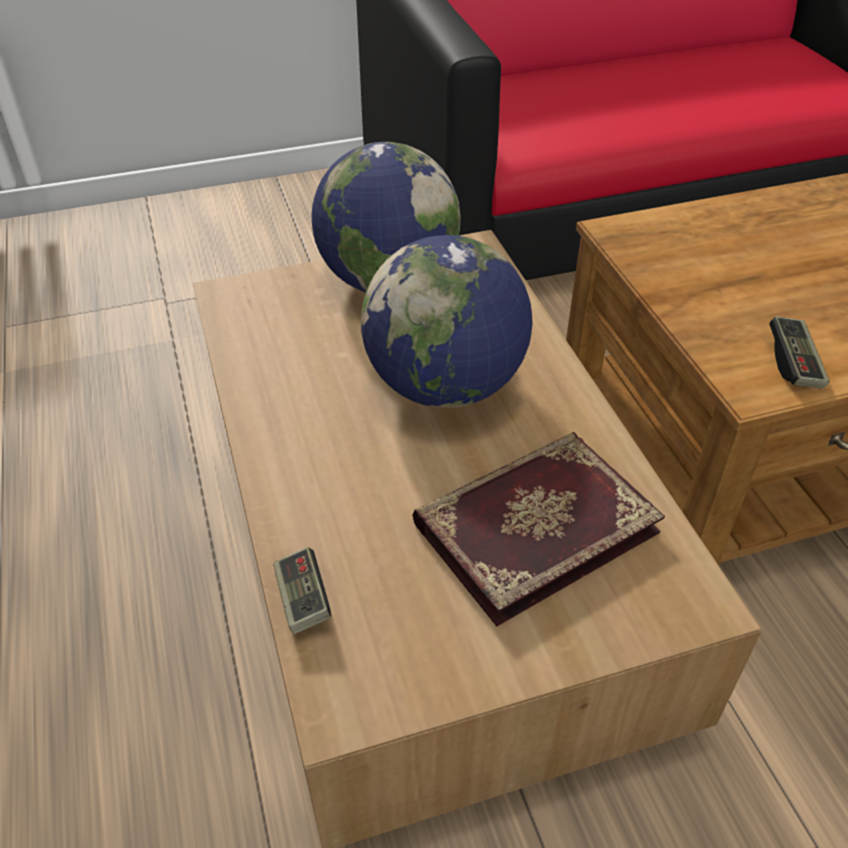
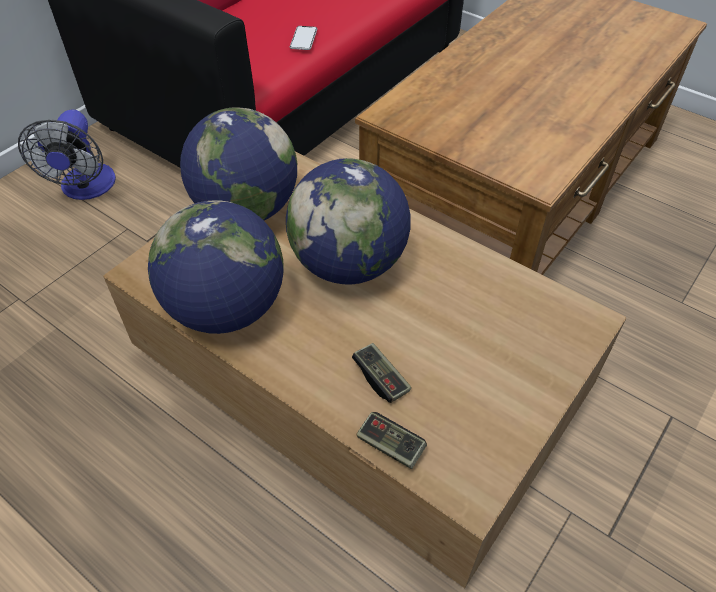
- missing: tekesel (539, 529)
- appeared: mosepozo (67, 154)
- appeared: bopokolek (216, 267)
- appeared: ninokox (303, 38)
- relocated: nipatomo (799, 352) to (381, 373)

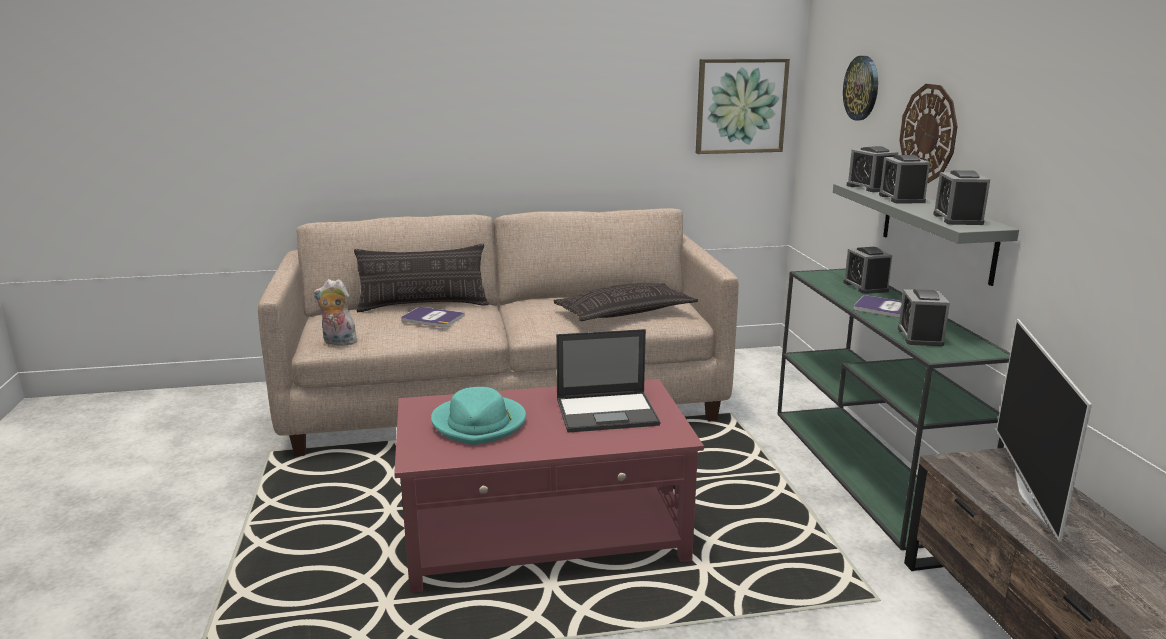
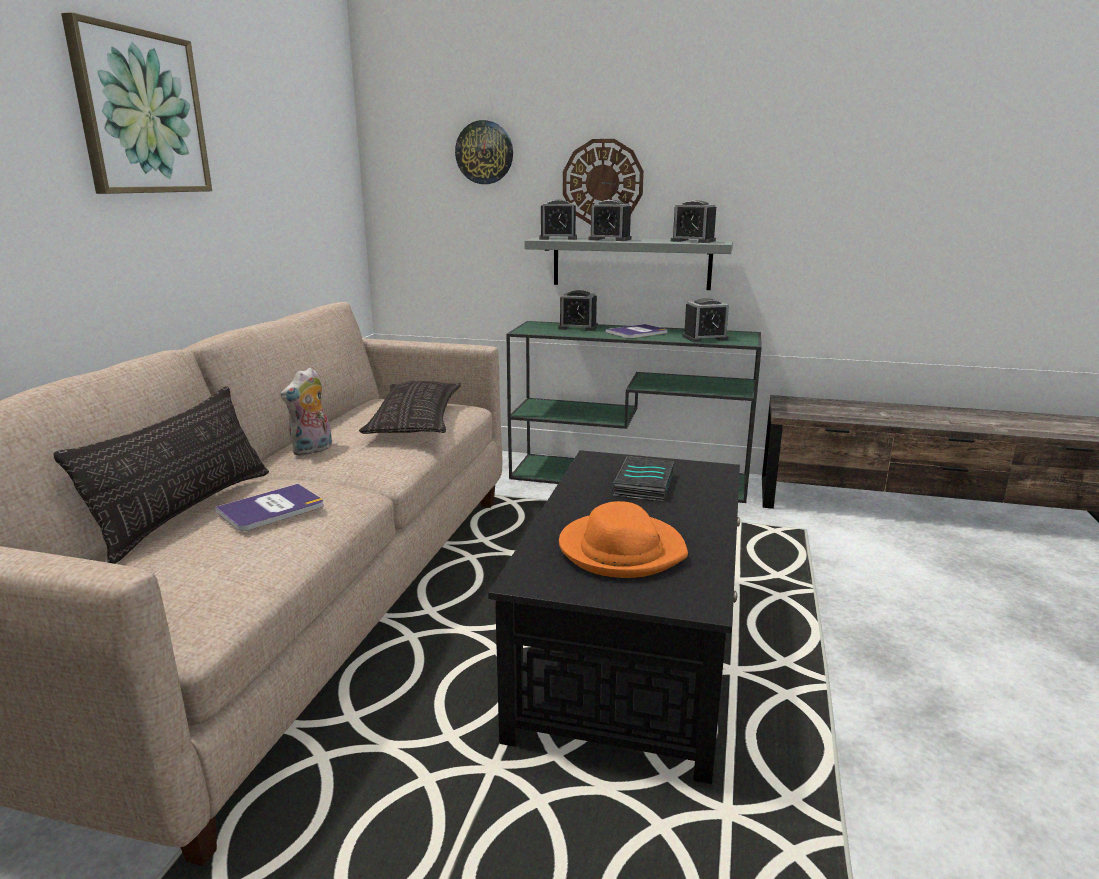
- missing: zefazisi (1044, 430)
- relocated: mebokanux (336, 312) to (306, 411)
- relocated: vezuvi (743, 106) to (136, 103)
- exchanged: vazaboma (608, 381) to tekesel (643, 479)
- colour: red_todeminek (549, 486) to black_todeminek (614, 617)
- colour: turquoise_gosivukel (478, 416) to orange_gosivukel (623, 539)
- spun: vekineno (924, 317) = (705, 320) 45 degrees counterclockwise

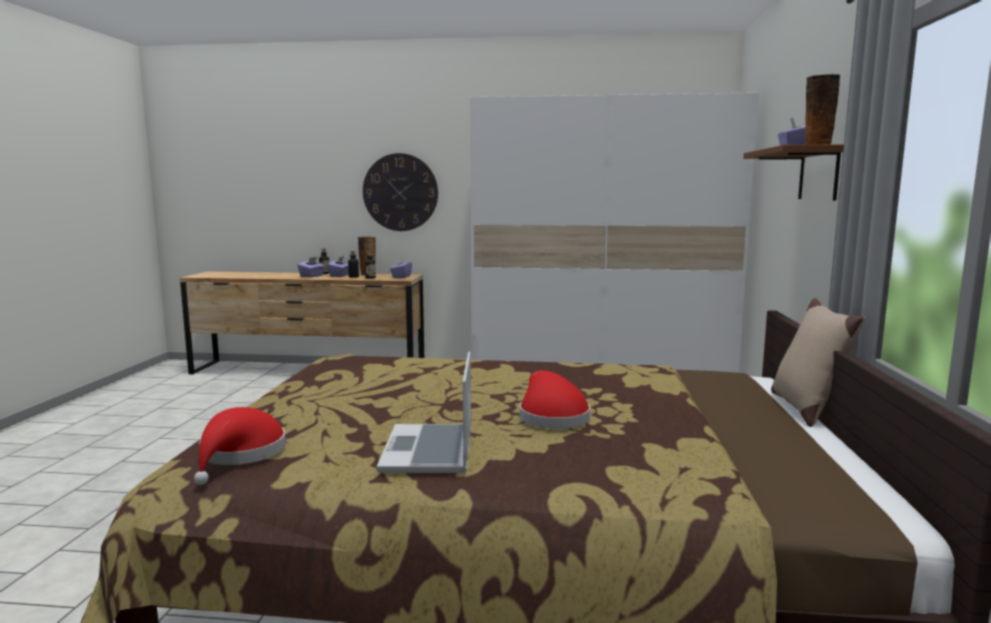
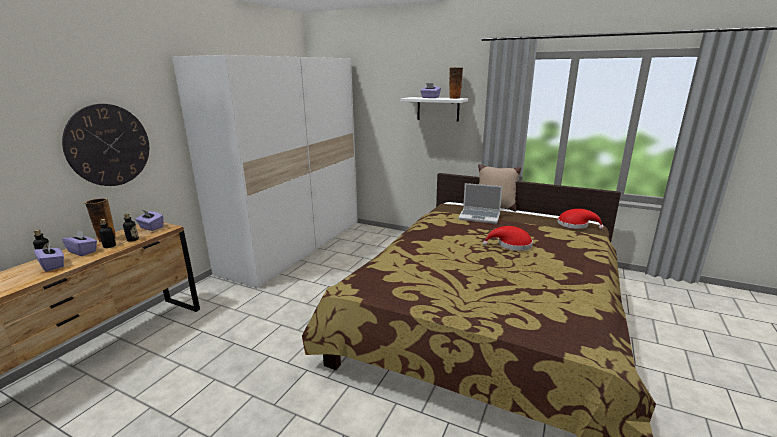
- relocated: red_gosivukel (240, 446) to (580, 219)
- relocated: vazaboma (424, 412) to (480, 203)
- colour: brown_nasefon (793, 172) to white_nasefon (434, 109)

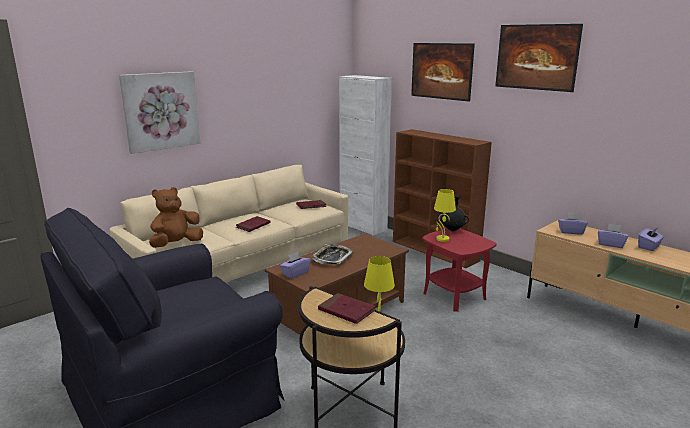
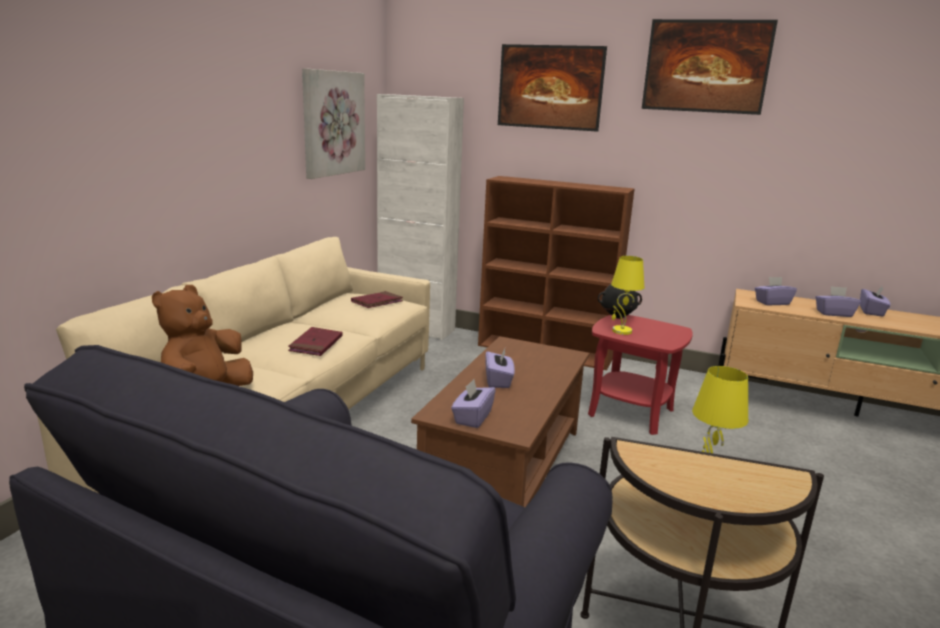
- missing: red_tekesel (346, 308)
- relocated: vezuvi (160, 112) to (333, 123)
- exchanged: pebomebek (332, 254) to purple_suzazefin (500, 368)

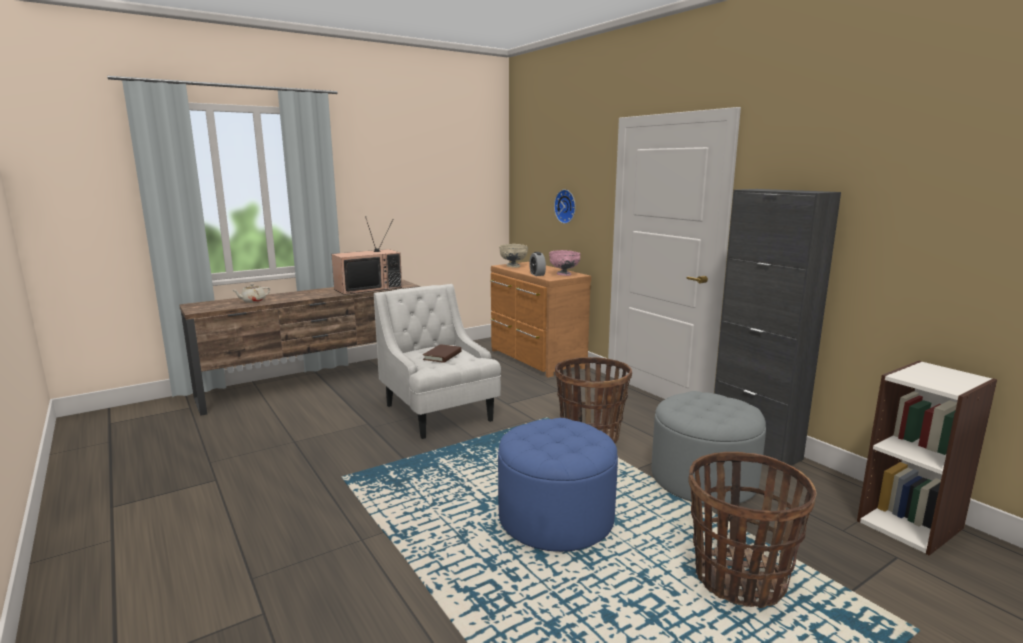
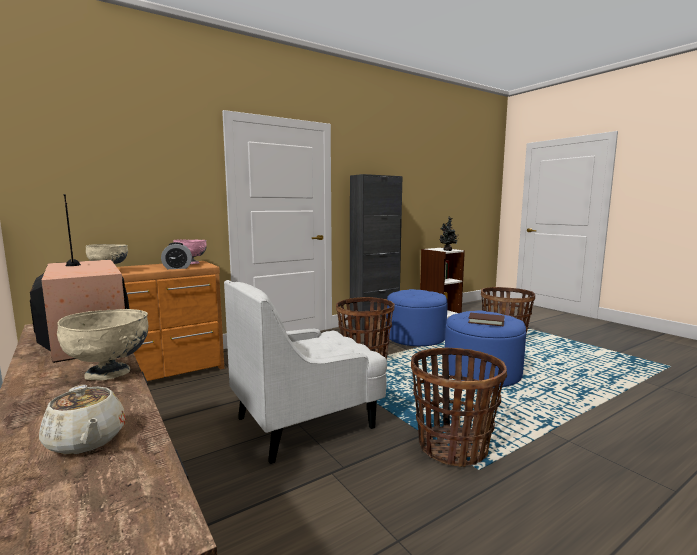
- missing: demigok (565, 206)
- appeared: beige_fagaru (102, 344)
- appeared: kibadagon (459, 407)
- appeared: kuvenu (448, 233)
- relocated: brown_tekesel (442, 353) to (486, 319)
- colour: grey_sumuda (709, 447) to blue_sumuda (417, 317)

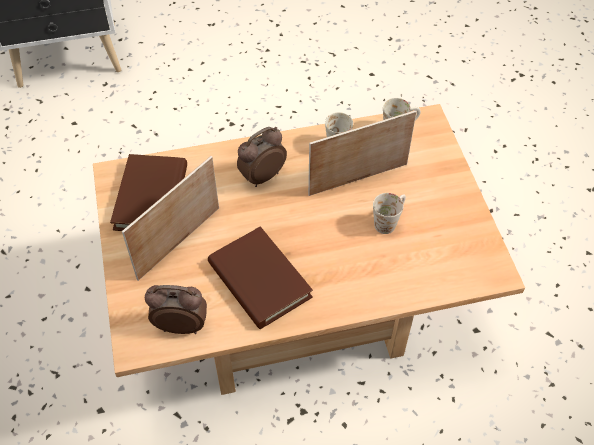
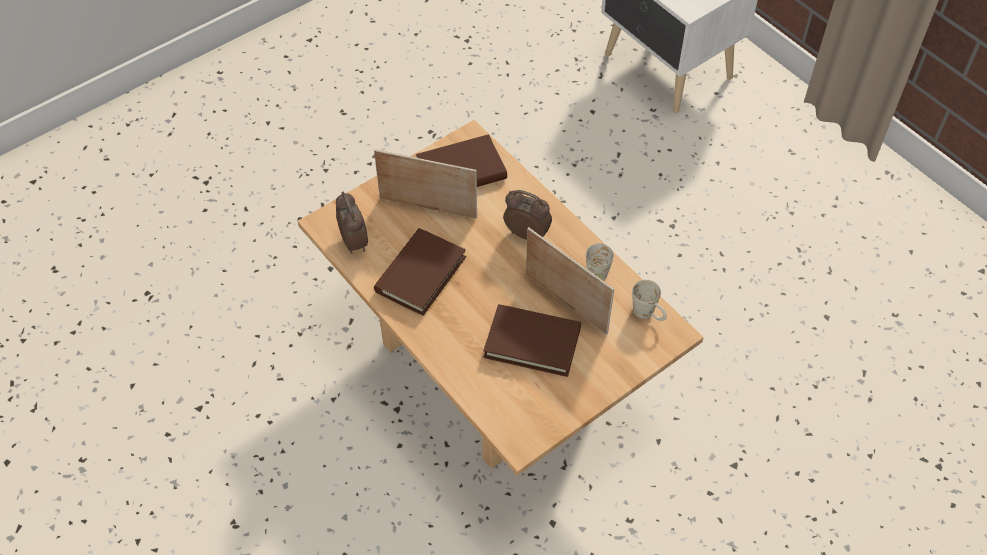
- exchanged: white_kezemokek (389, 213) to brown_tekesel (532, 340)

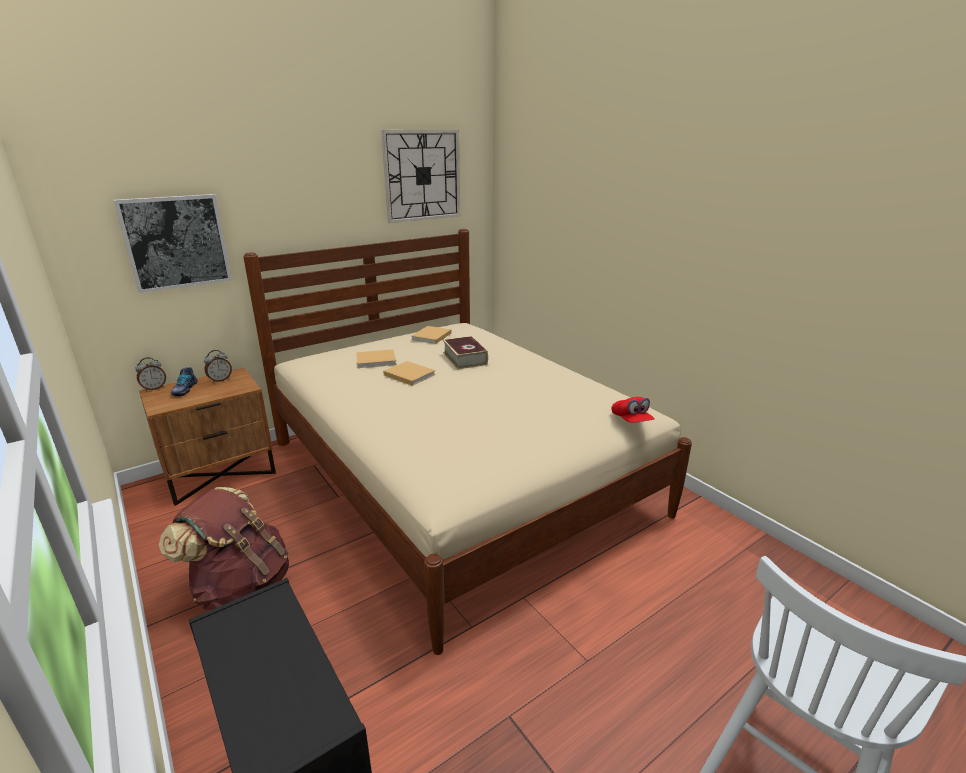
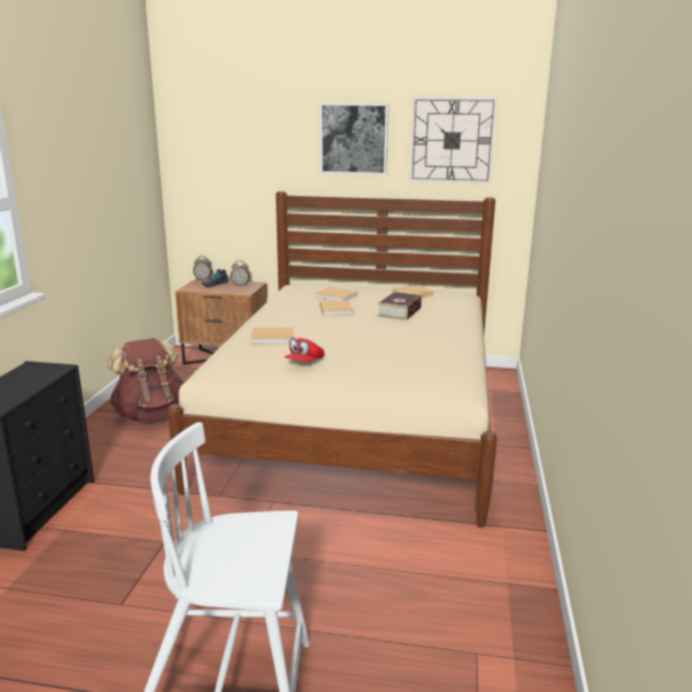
- appeared: beige_tekesel (272, 336)
- relocated: vezuvi (173, 243) to (354, 139)
- relocated: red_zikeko (633, 410) to (304, 350)

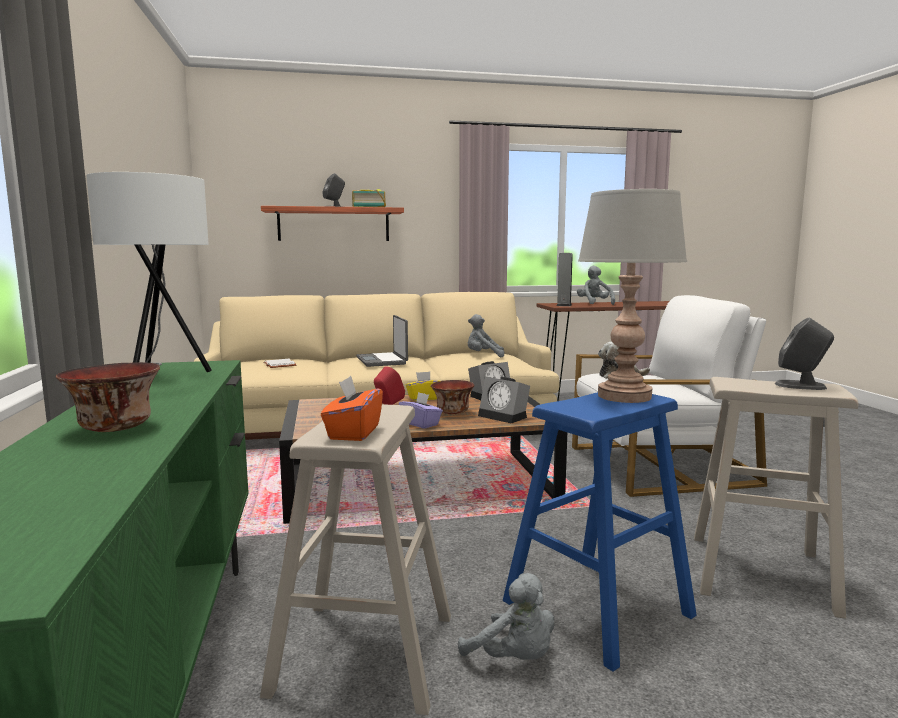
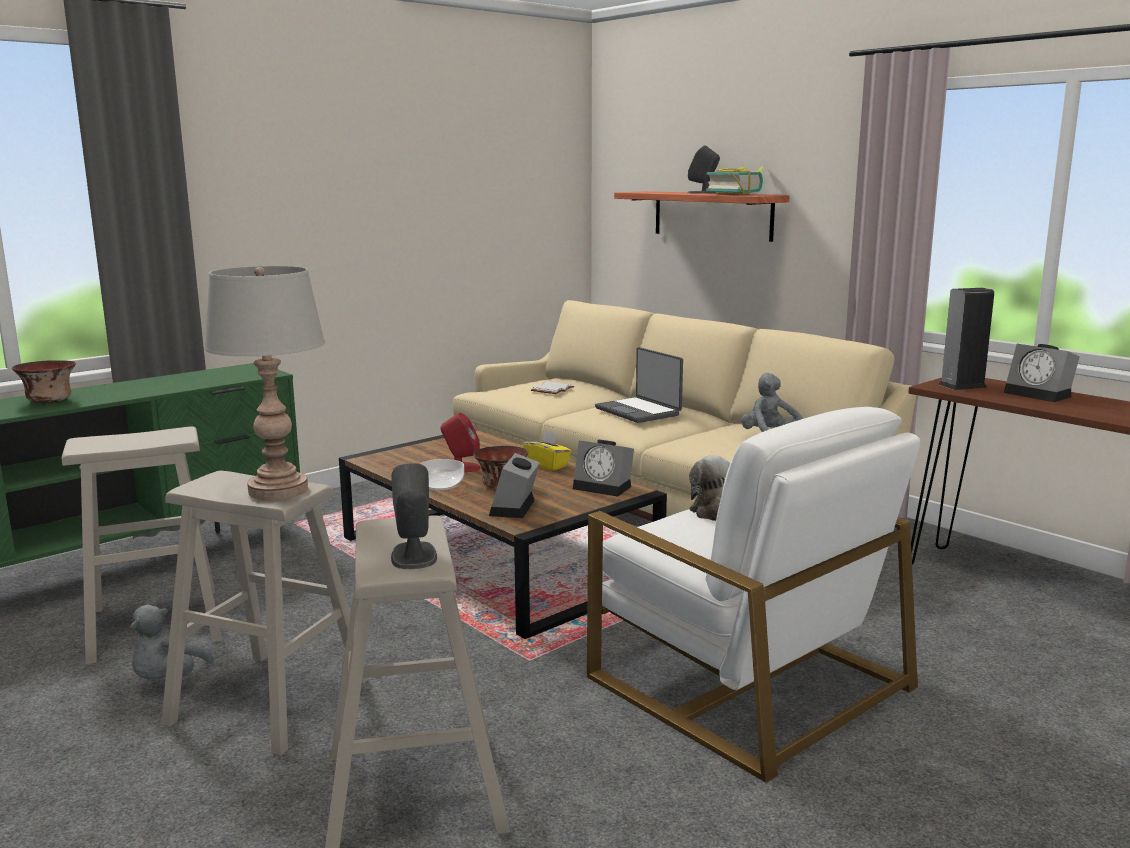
- missing: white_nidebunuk (149, 272)
- missing: orange_suzazefin (352, 408)
- exchanged: purple_suzazefin (421, 410) to fagaru (442, 474)
- exchanged: grey_mebokanux (596, 285) to vekineno (1041, 373)
- colour: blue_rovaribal (600, 532) to beige_rovaribal (265, 613)
- spun: vazaboma (382, 341) = (639, 385) 75 degrees counterclockwise

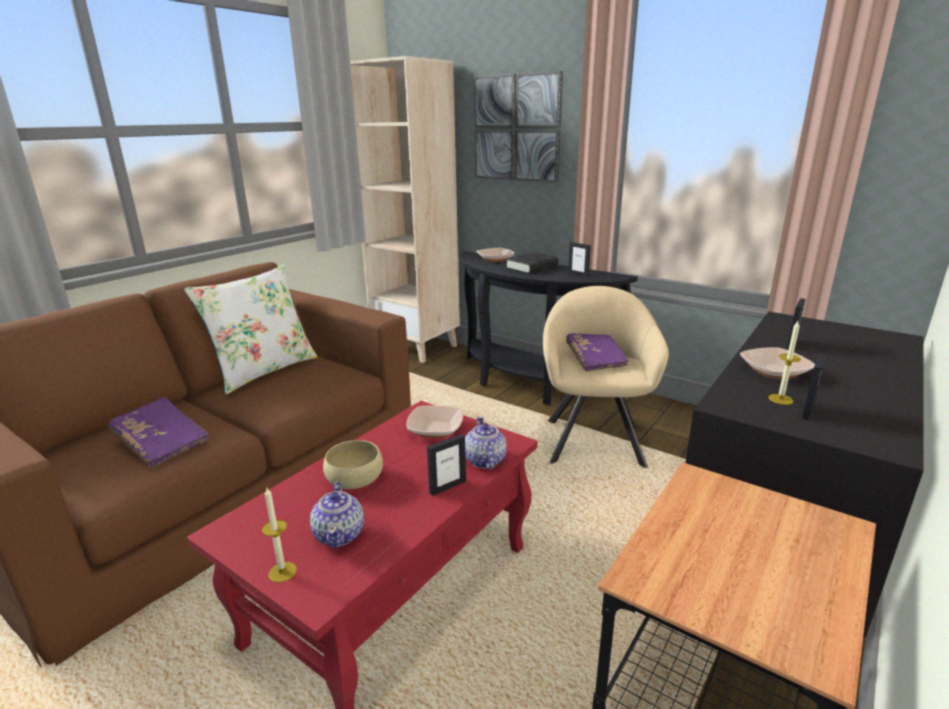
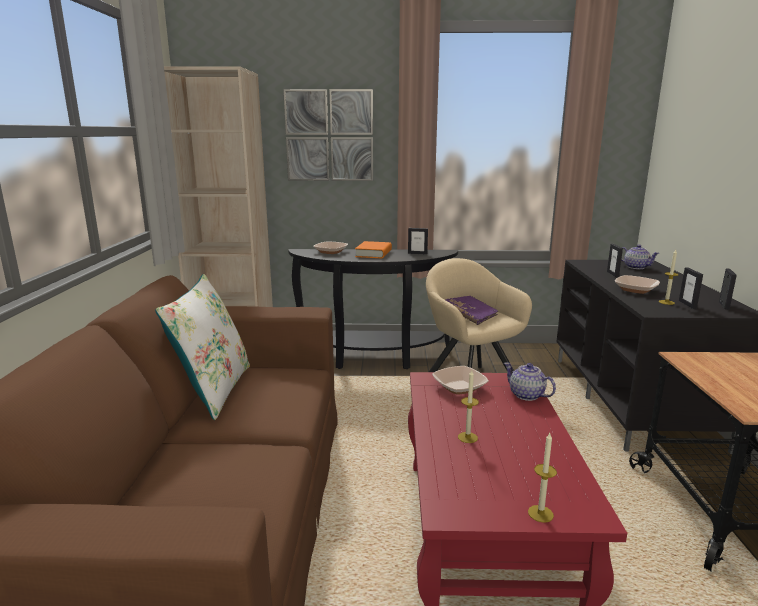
- missing: purple_tekesel (158, 432)
- relocated: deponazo (337, 515) to (640, 257)
- relocated: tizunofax (446, 465) to (728, 289)
- exchanged: beige_fagaru (353, 464) to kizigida (468, 406)
- colour: black_tekesel (532, 263) to orange_tekesel (373, 249)

